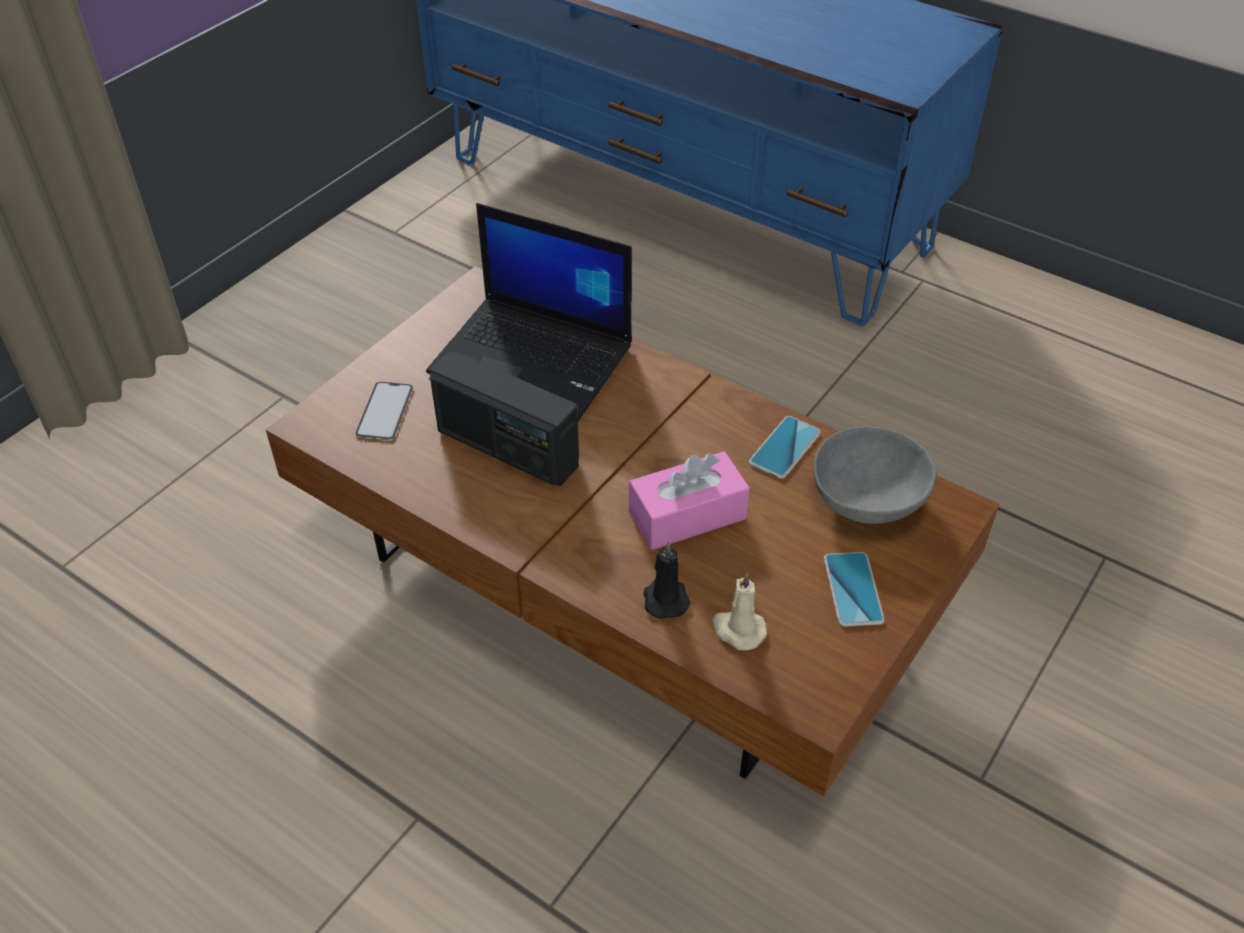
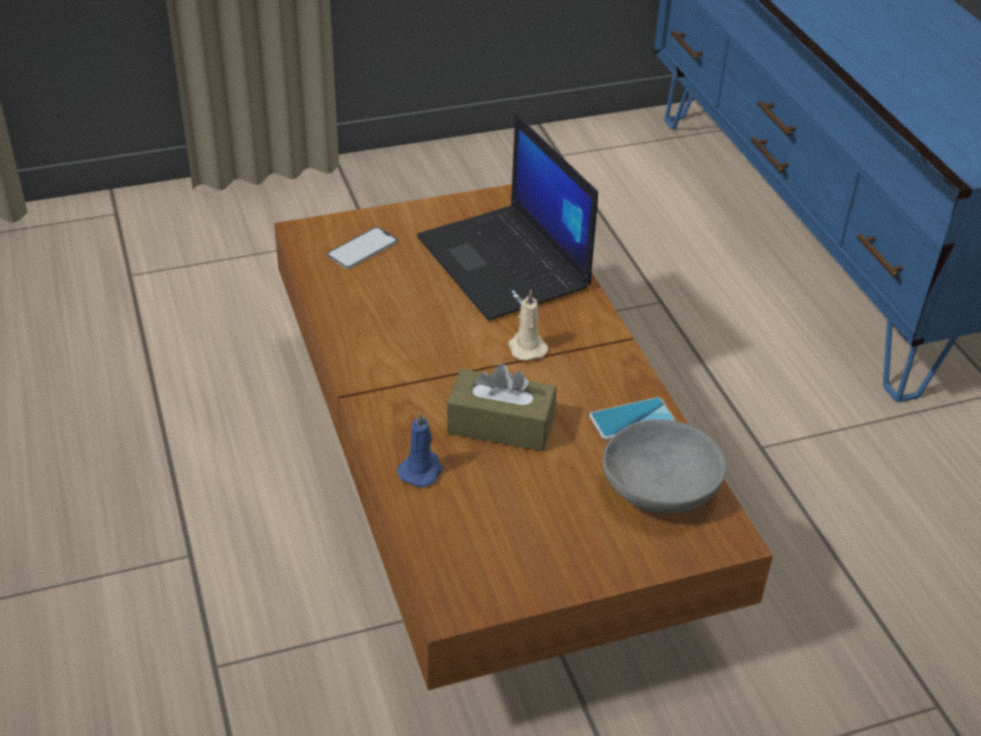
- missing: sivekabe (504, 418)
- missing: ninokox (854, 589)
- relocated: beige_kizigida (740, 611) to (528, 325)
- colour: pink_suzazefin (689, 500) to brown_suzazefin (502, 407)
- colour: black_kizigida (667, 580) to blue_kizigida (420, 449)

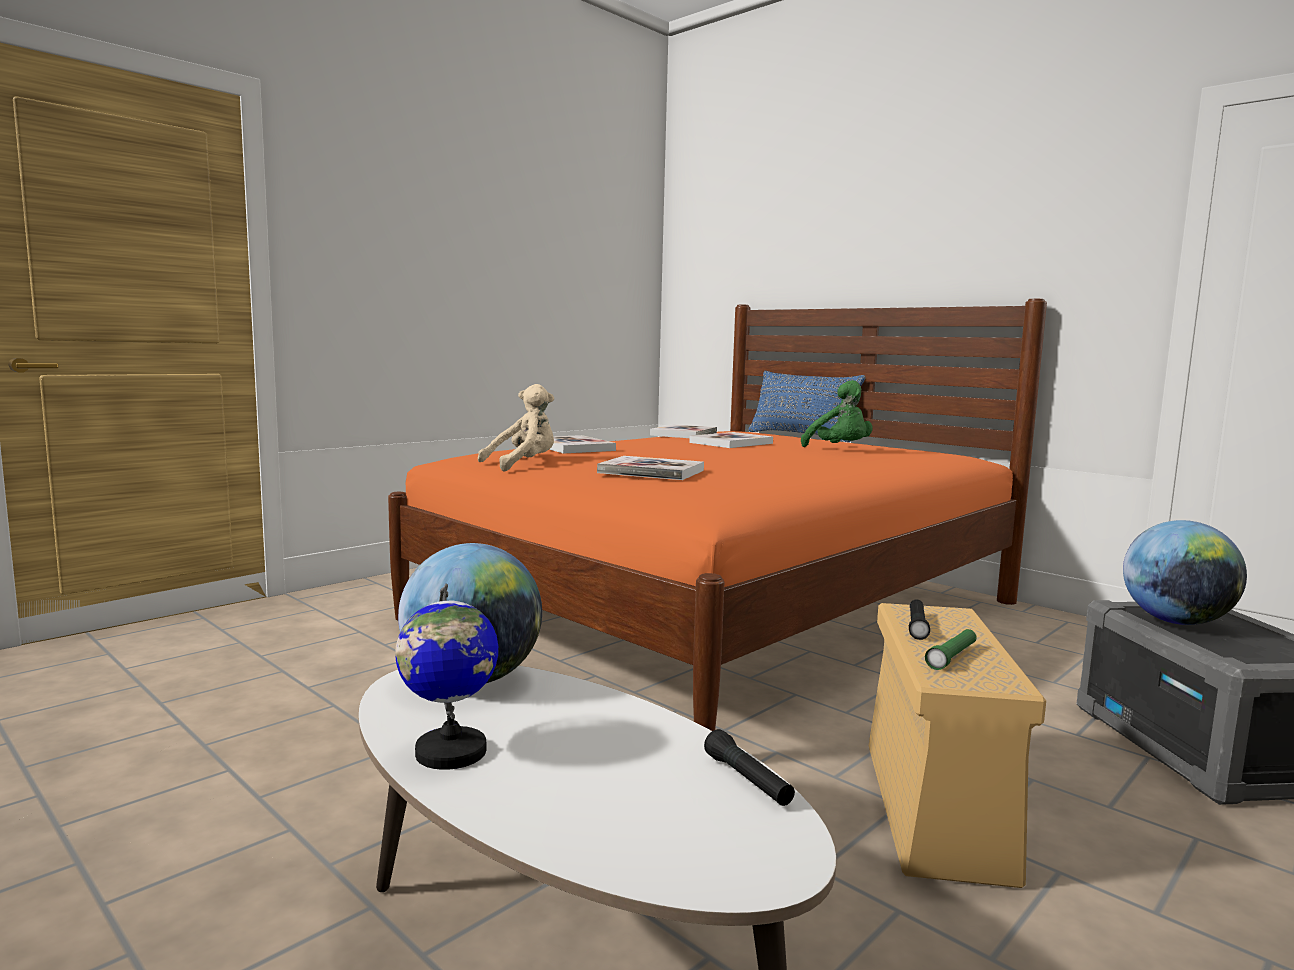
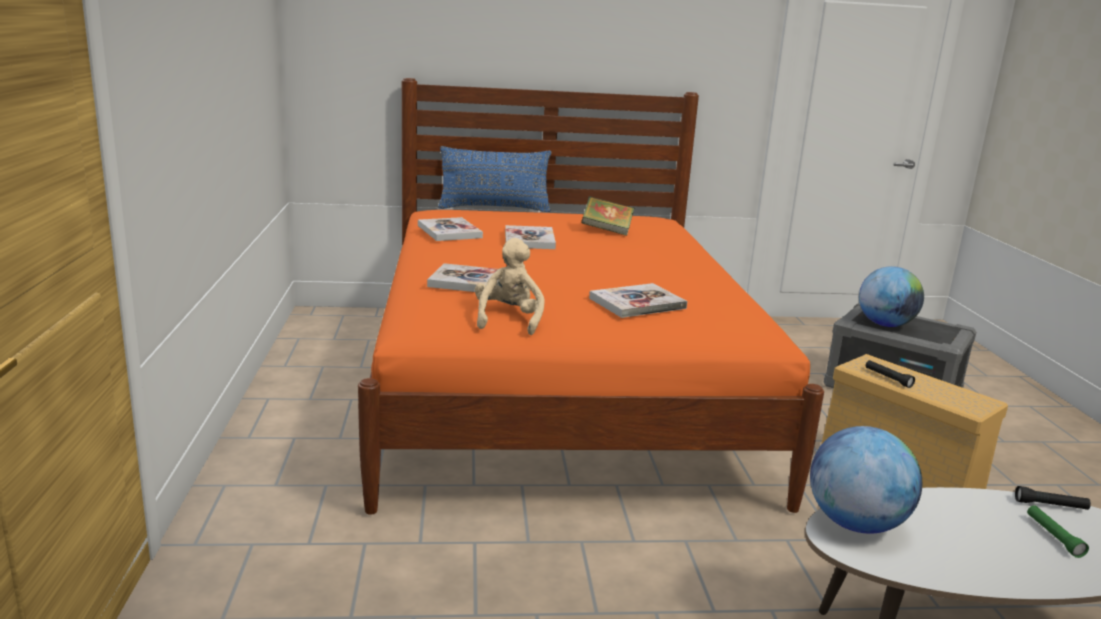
- missing: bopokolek (446, 676)
- relocated: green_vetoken (950, 649) to (1058, 531)
- exchanged: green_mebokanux (836, 413) to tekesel (607, 216)

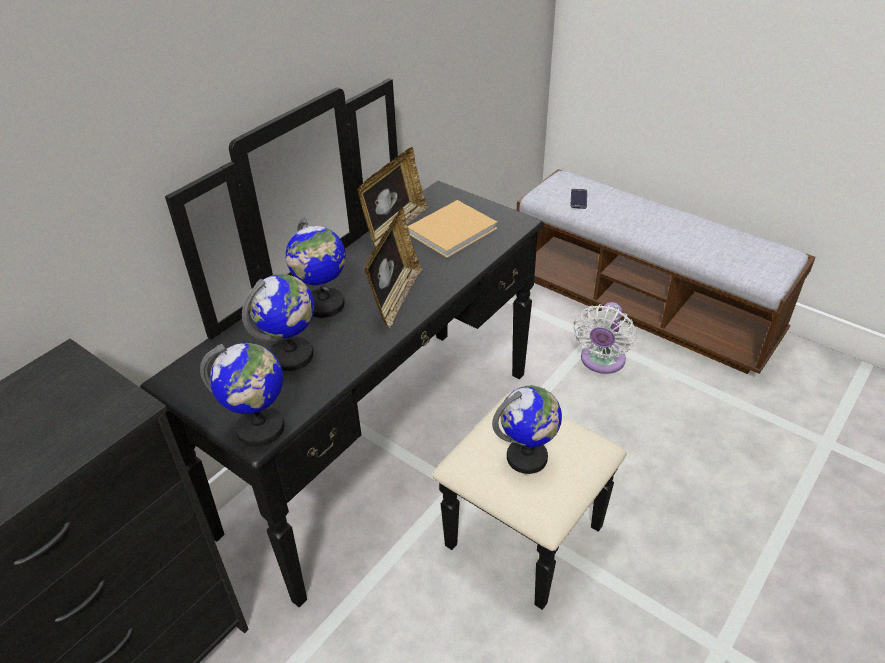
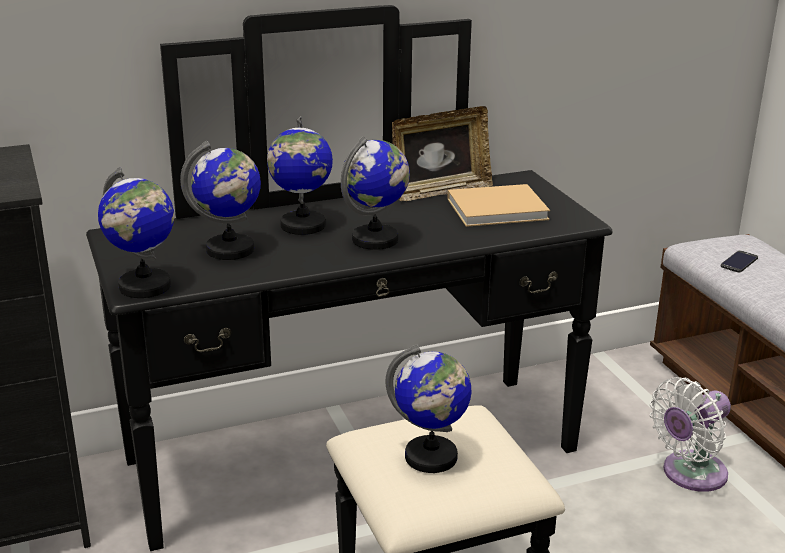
- exchanged: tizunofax (393, 268) to bopokolek (375, 193)

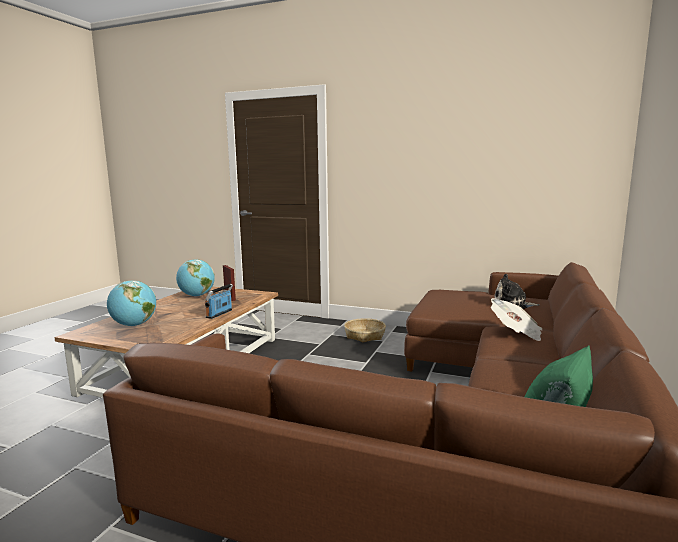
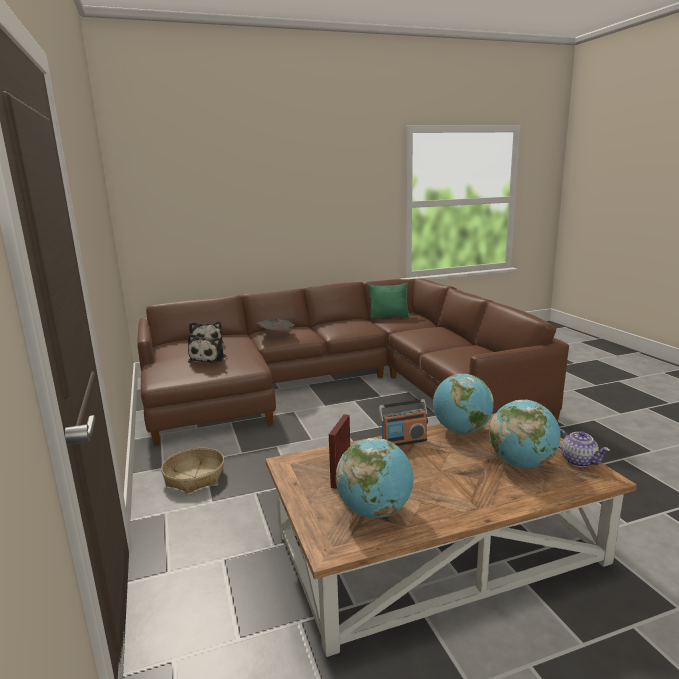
- appeared: mebokanux (207, 348)
- appeared: bopokolek (463, 403)
- appeared: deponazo (584, 448)

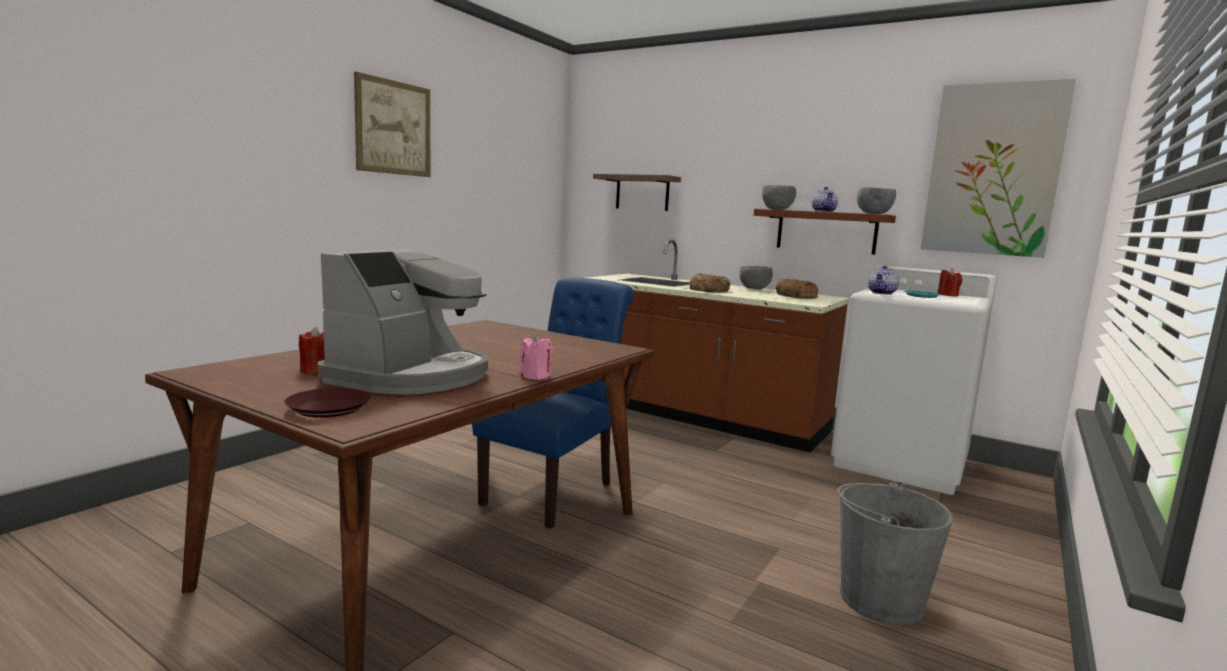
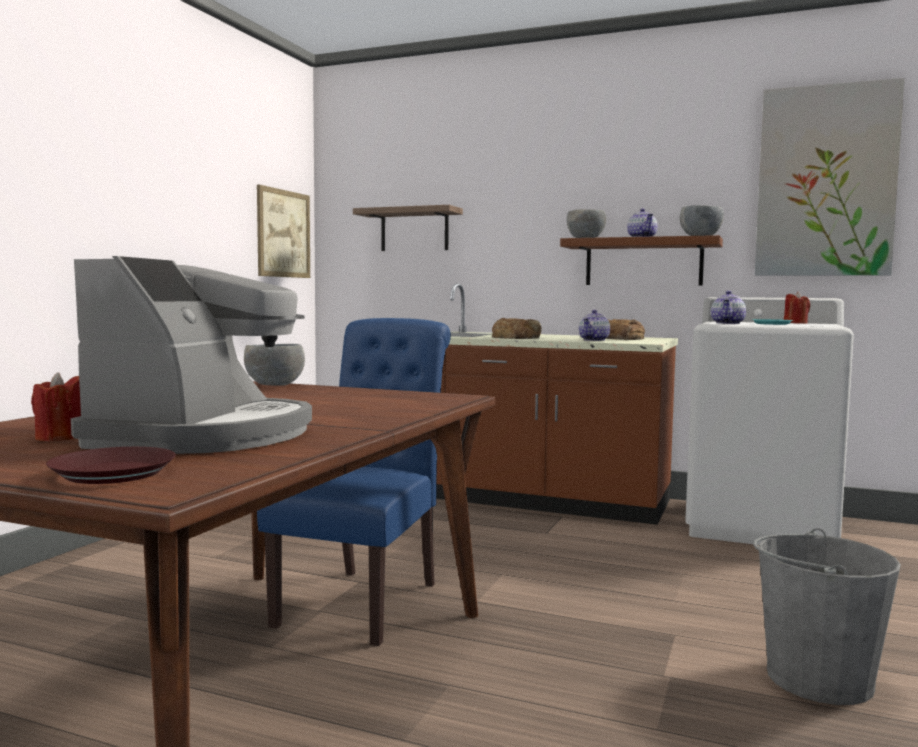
- missing: pink_kizigida (536, 357)
- appeared: deponazo (594, 325)
- relocated: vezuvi (392, 124) to (283, 231)
- relocated: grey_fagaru (756, 277) to (274, 365)

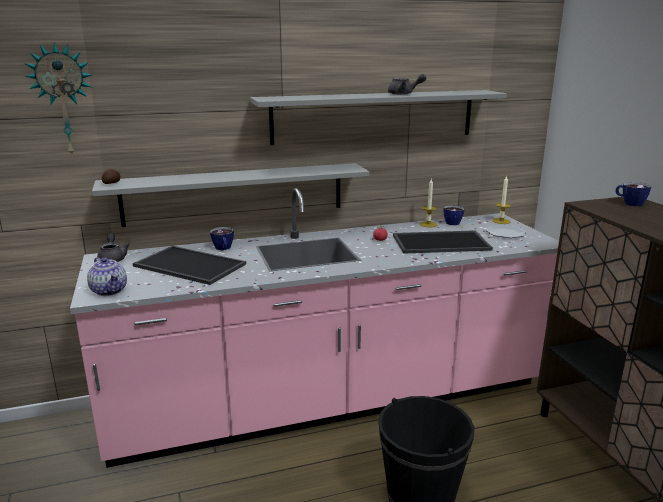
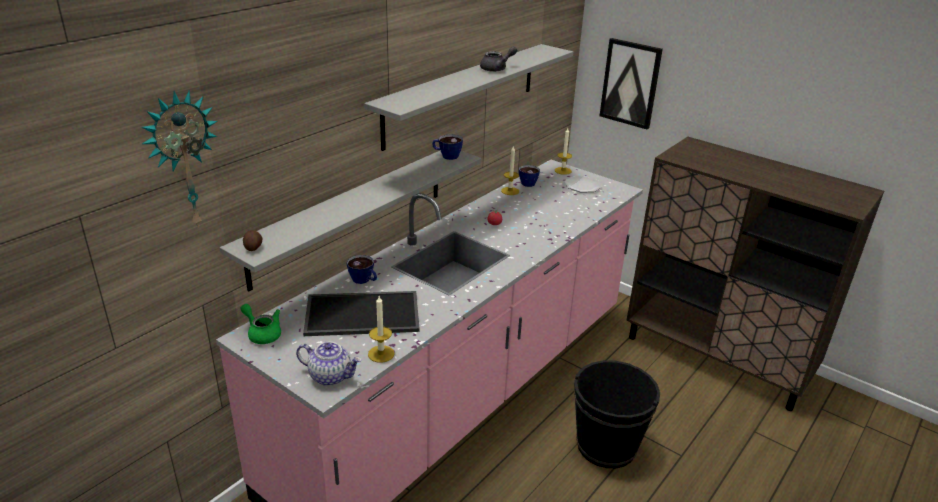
- missing: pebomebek (443, 242)
- appeared: kizigida (381, 329)
- appeared: vezuvi (631, 83)
- relocated: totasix (633, 194) to (447, 147)
- colour: grey_deponazo (113, 247) to green_deponazo (261, 324)

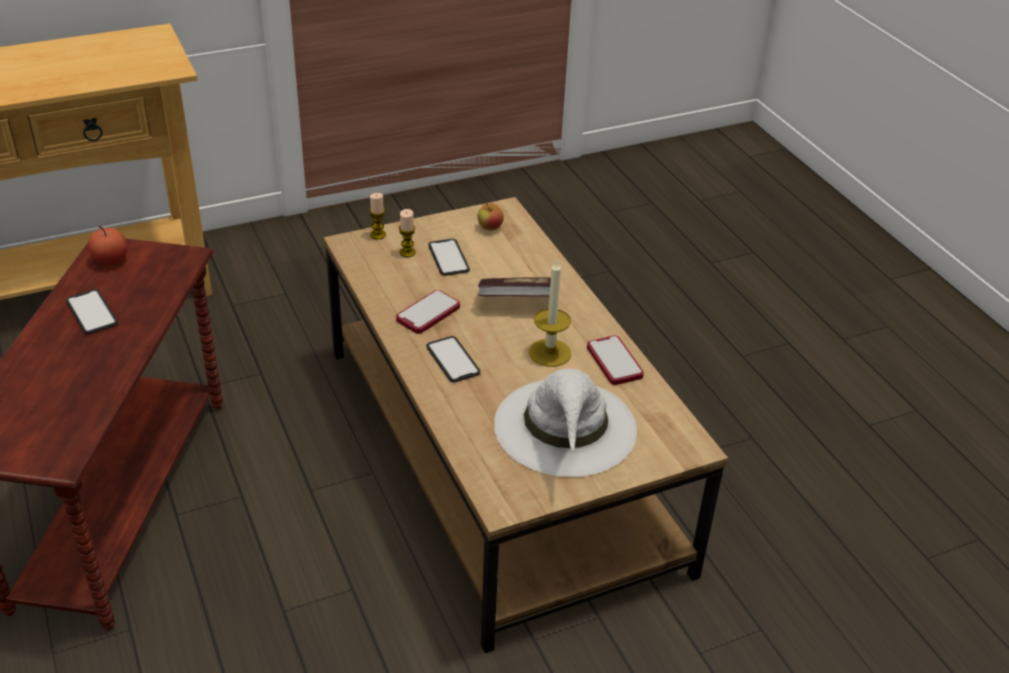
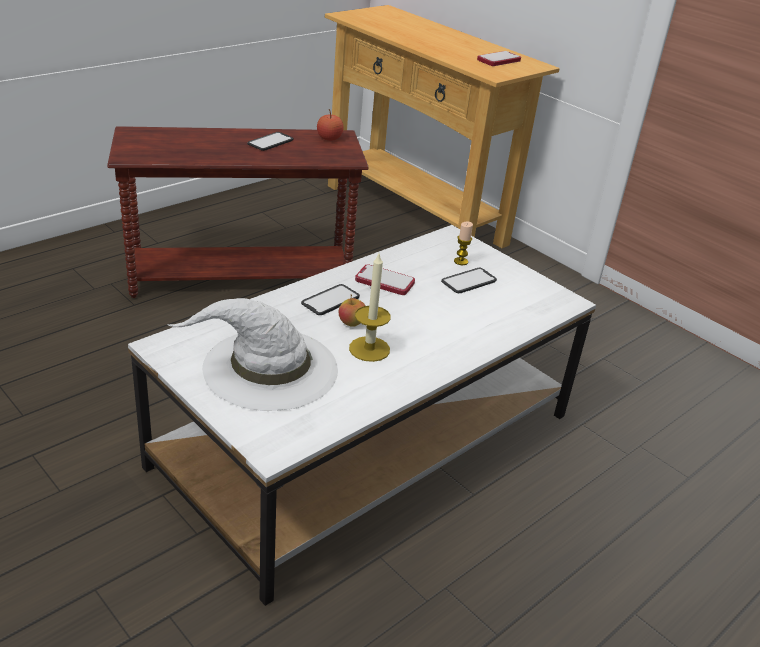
- missing: kizigida (377, 216)
- missing: tekesel (514, 286)
- relocated: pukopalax (491, 217) to (352, 311)
- relocated: ninokox (615, 360) to (499, 58)
- colour: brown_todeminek (526, 425) to white_todeminek (362, 415)

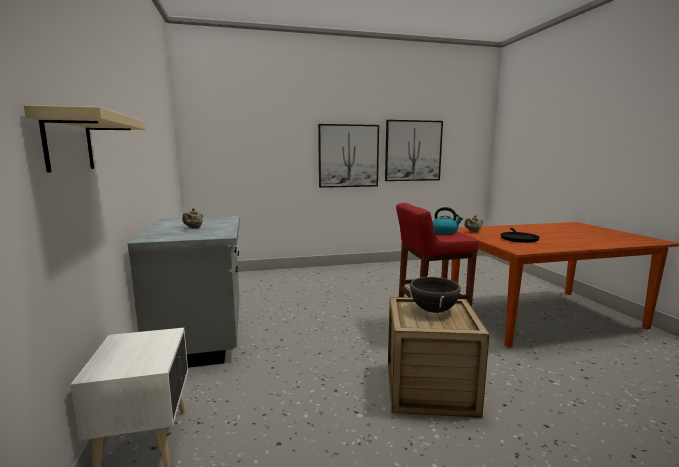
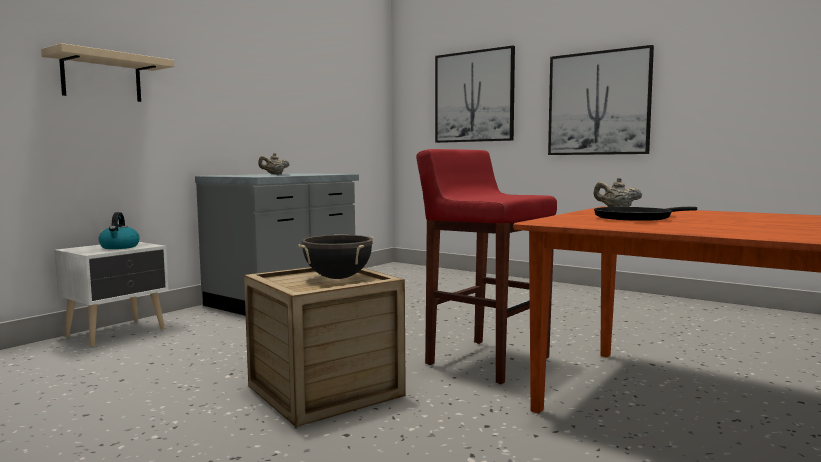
- relocated: vezuvi (414, 150) to (475, 94)
- relocated: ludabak (448, 220) to (119, 230)

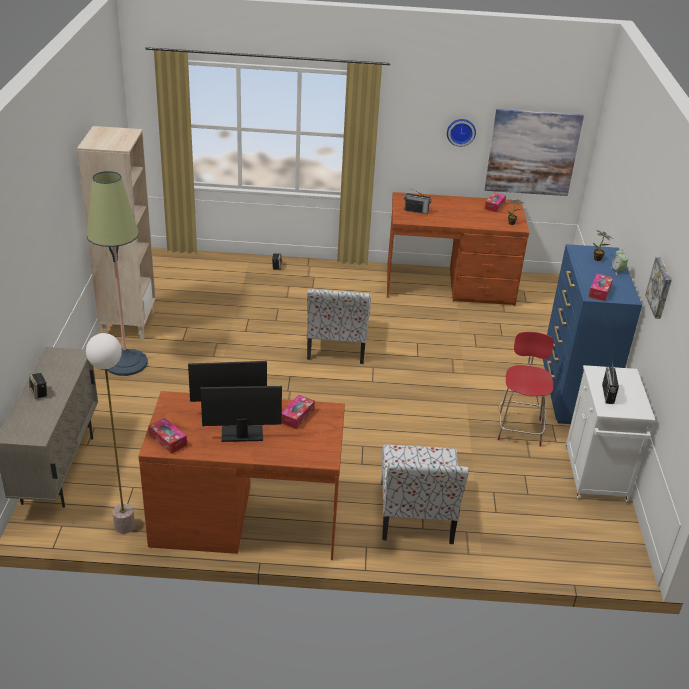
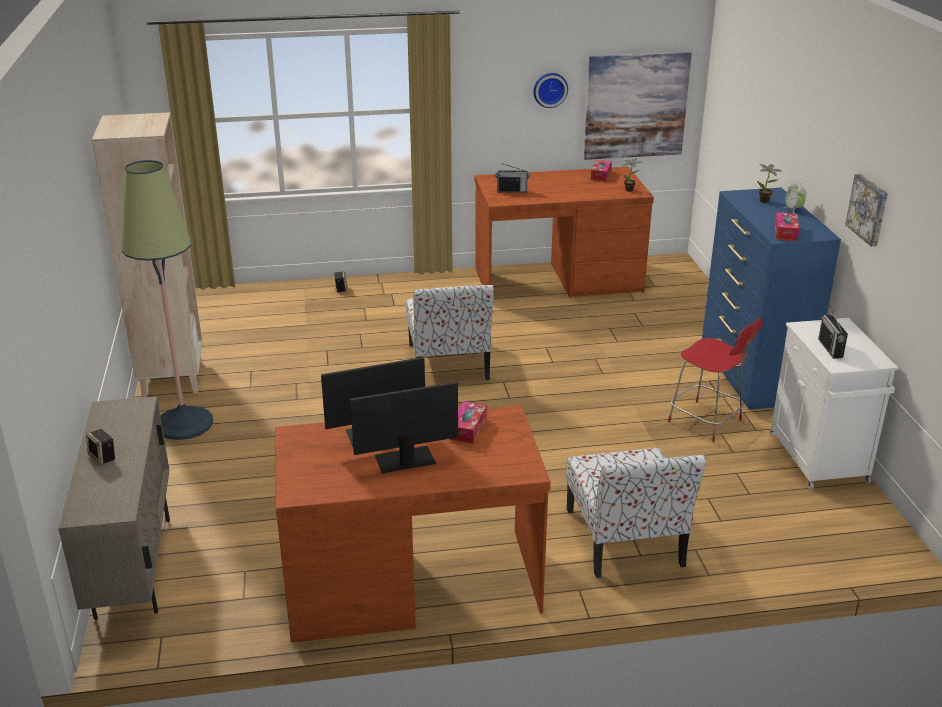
- missing: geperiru (110, 433)
- missing: suzazefin (167, 436)
- spun: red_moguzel (526, 389) = (715, 380) 135 degrees clockwise

